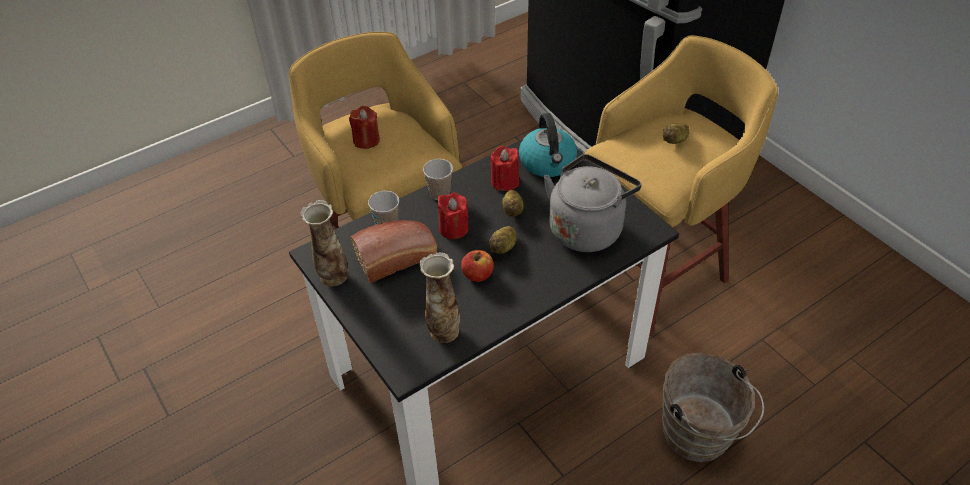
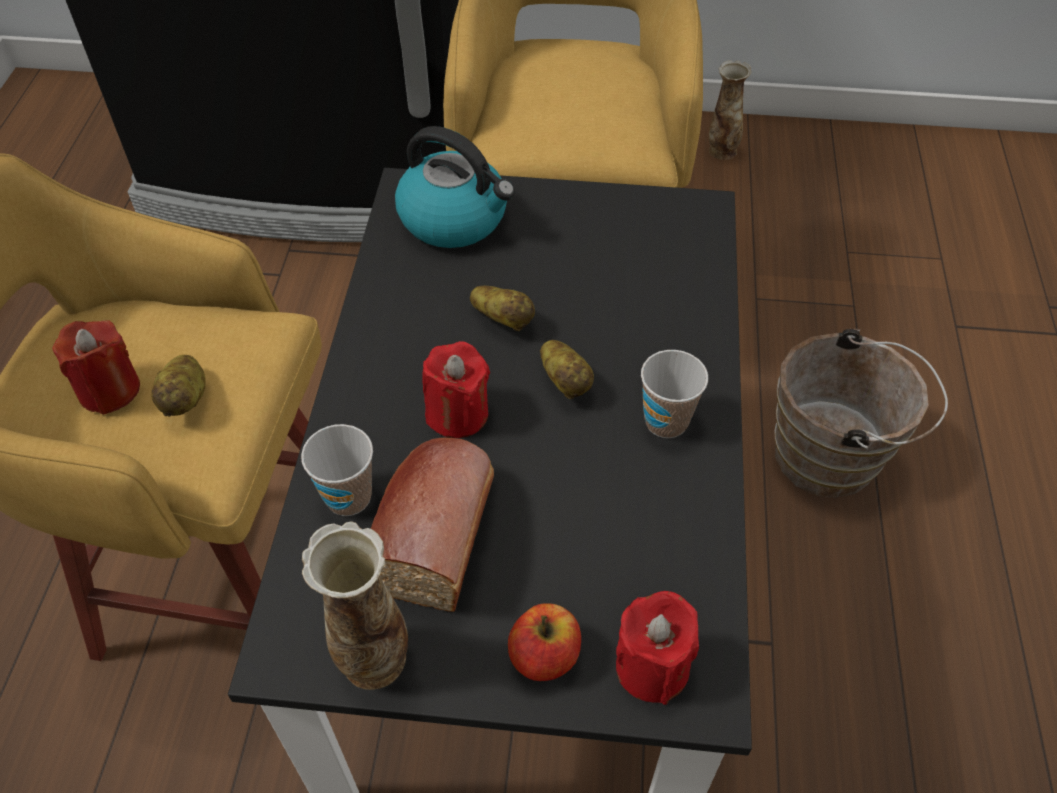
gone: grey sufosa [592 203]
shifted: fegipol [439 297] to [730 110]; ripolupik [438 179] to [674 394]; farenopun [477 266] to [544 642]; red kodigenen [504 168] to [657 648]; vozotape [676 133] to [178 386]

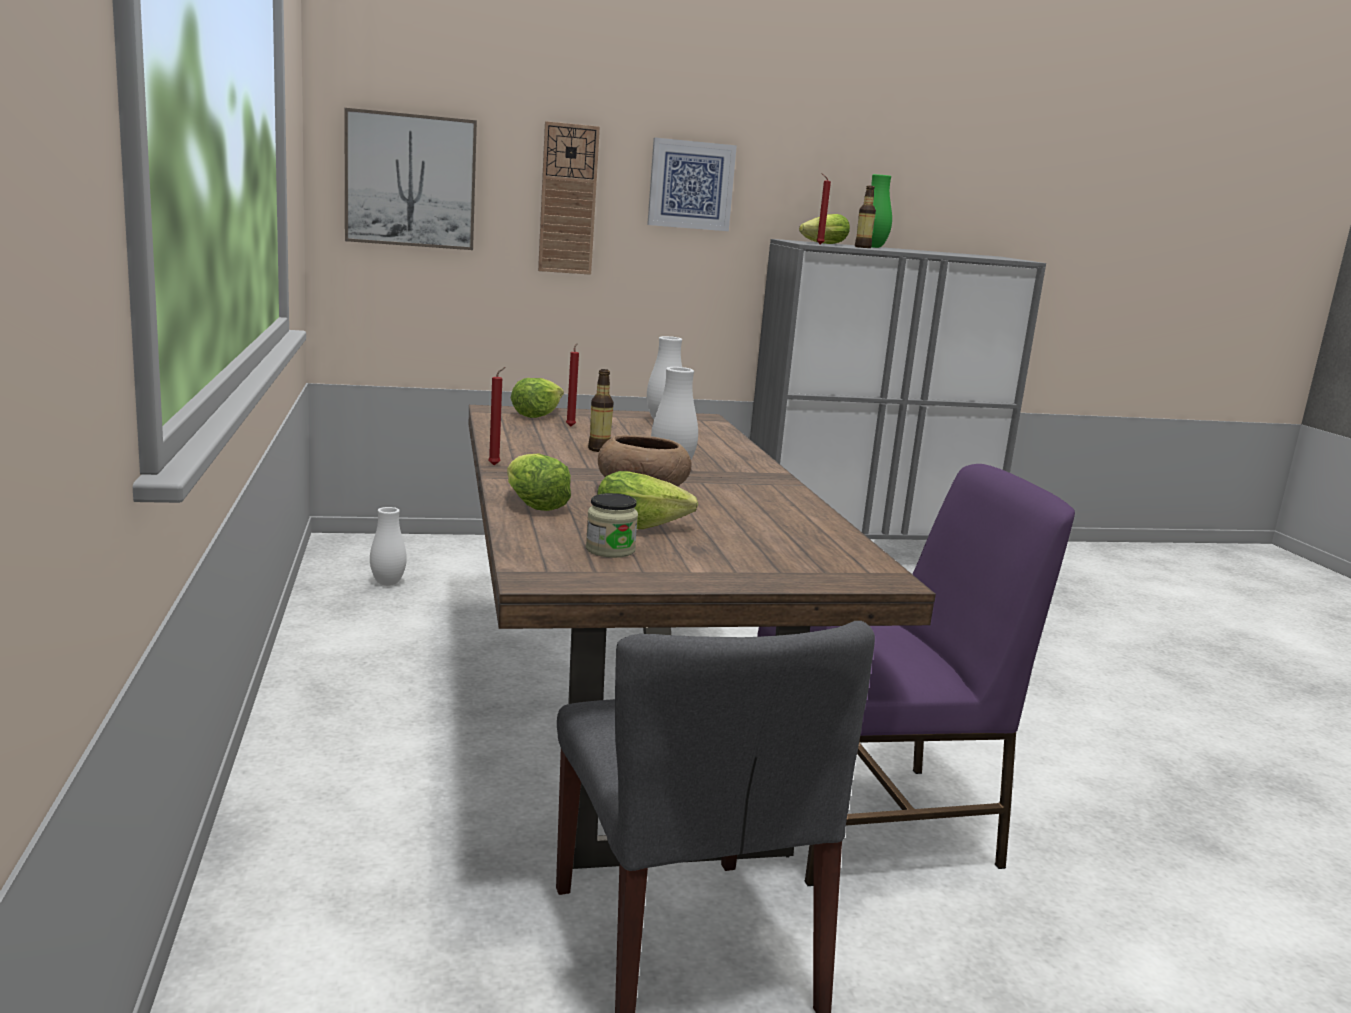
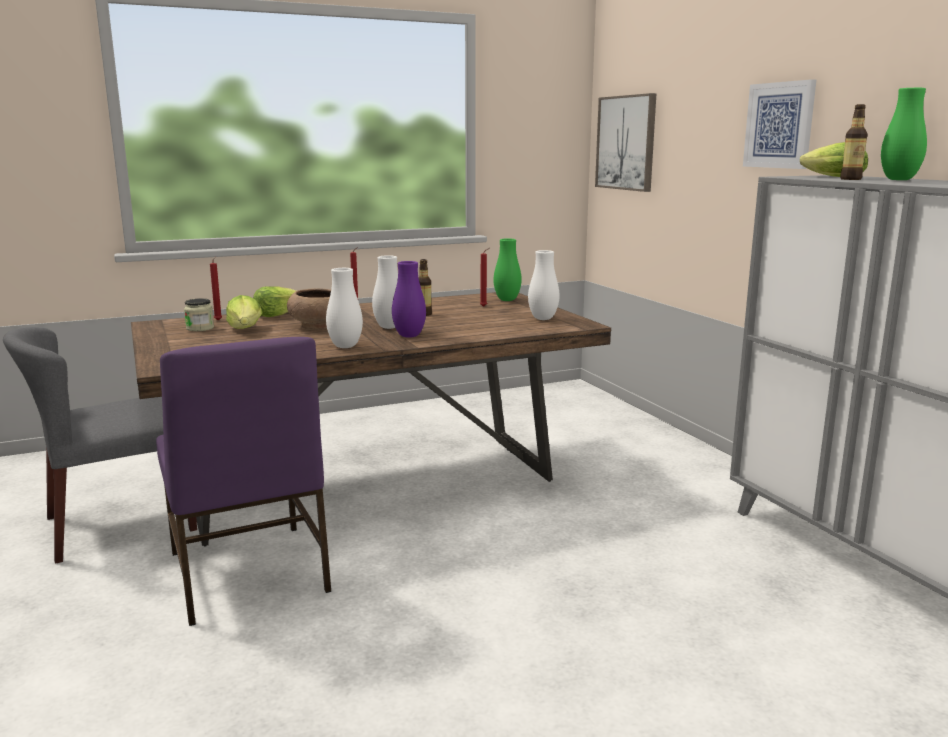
gone: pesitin [569 198]
new: purple fegipol [409 299]
shifted: white fegipol [388 546] to [344 308]; red kodigenen [823 208] to [216 288]
swapped: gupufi [537 398] to green fegipol [508 269]

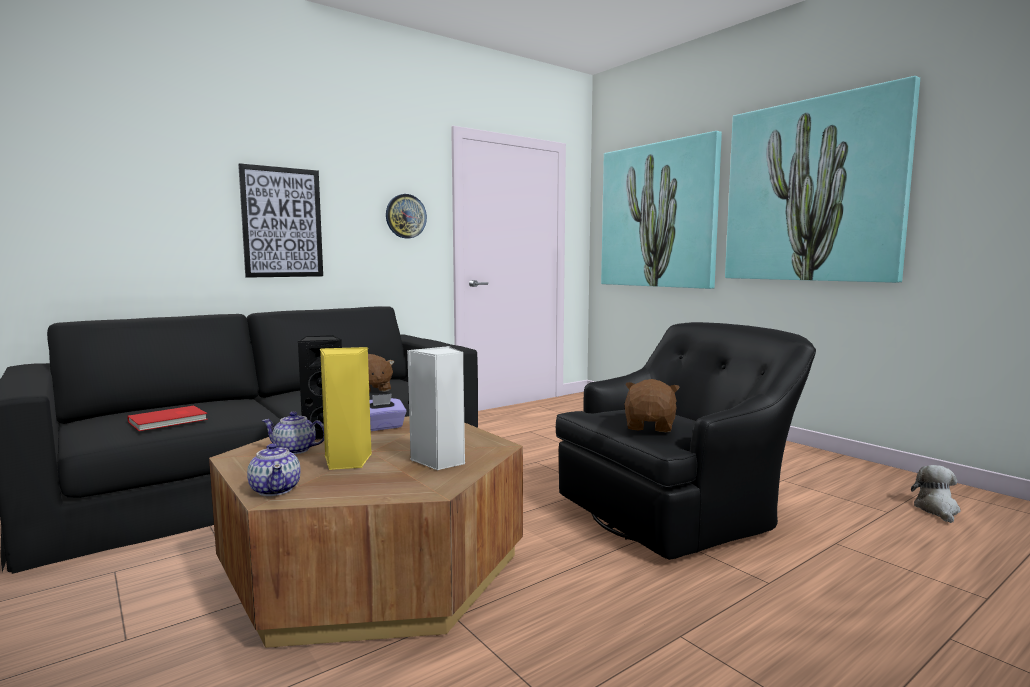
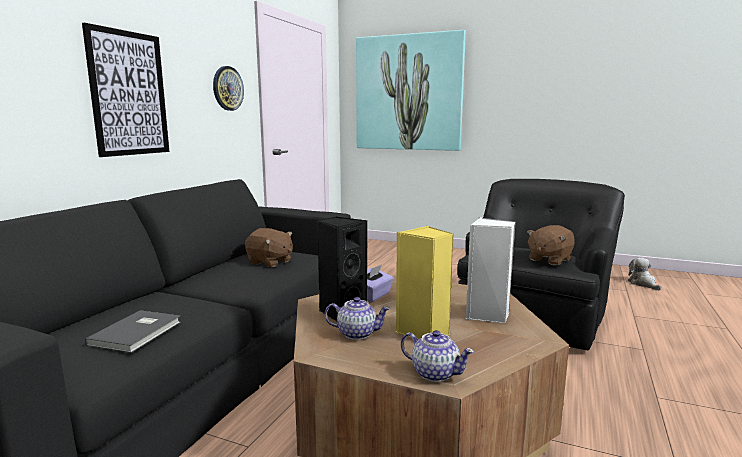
gone: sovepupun [822 179]
repainted: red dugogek [168 418] to grey dugogek [133 331]
rotated: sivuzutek [293 433] = [357 318] 150 degrees counterclockwise; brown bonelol [652 405] = [551 245] 120 degrees counterclockwise

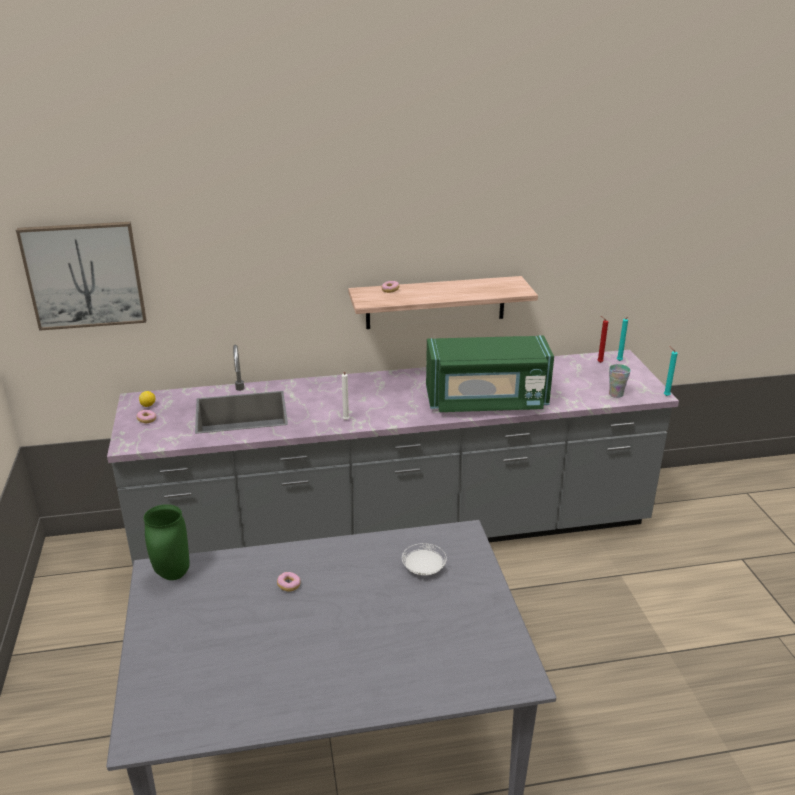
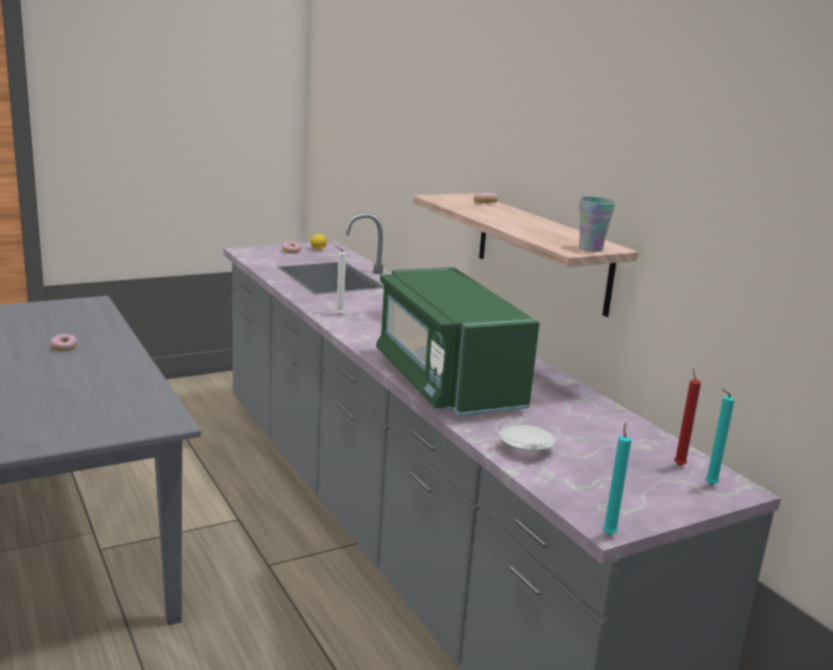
gone: sovepupun [81 276]; green fegipol [167 542]
shifted: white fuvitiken [424 559] to [528 433]; ripolupik [620 381] to [597 224]

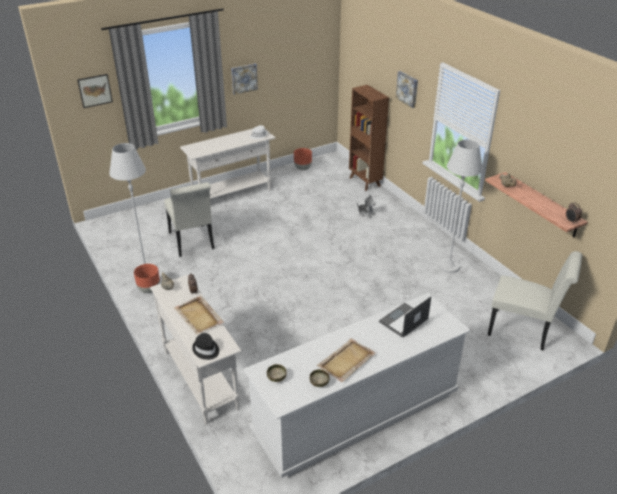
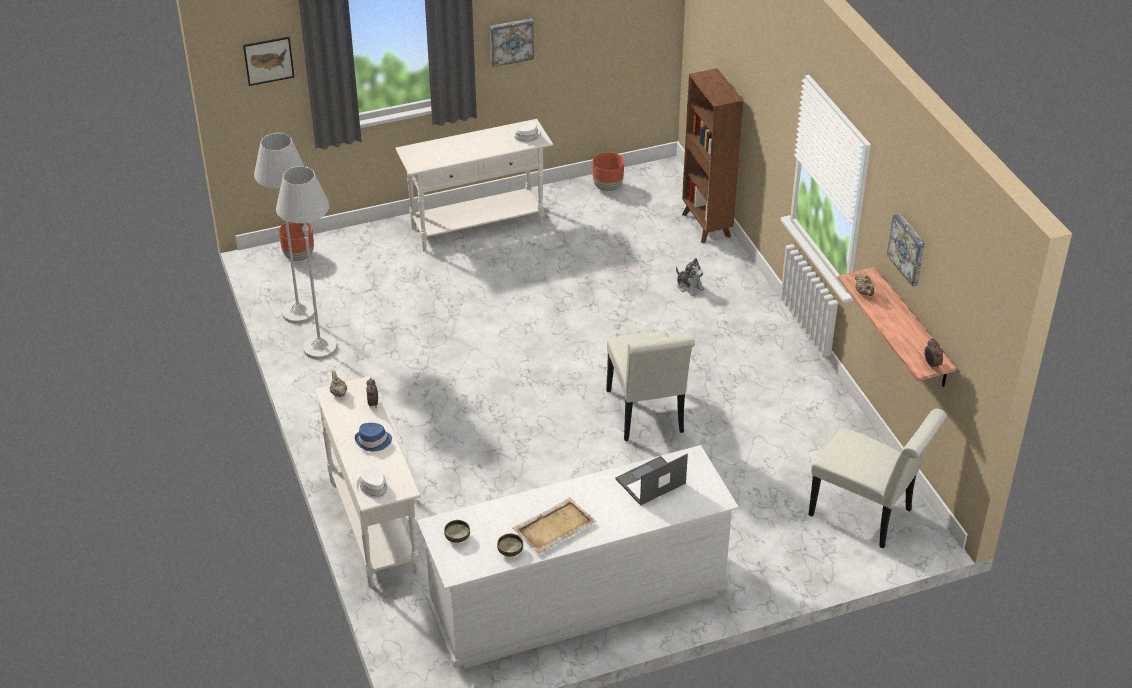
shifted: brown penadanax [147 278] to [296 241]; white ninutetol [189 219] to [650 386]; sovepupun [407 89] to [906 249]; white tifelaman [460 206] to [284 228]
swapped: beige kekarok [199 315] to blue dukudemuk [373 437]
repainted: black dukudemuk [205 346] to white dukudemuk [374 484]

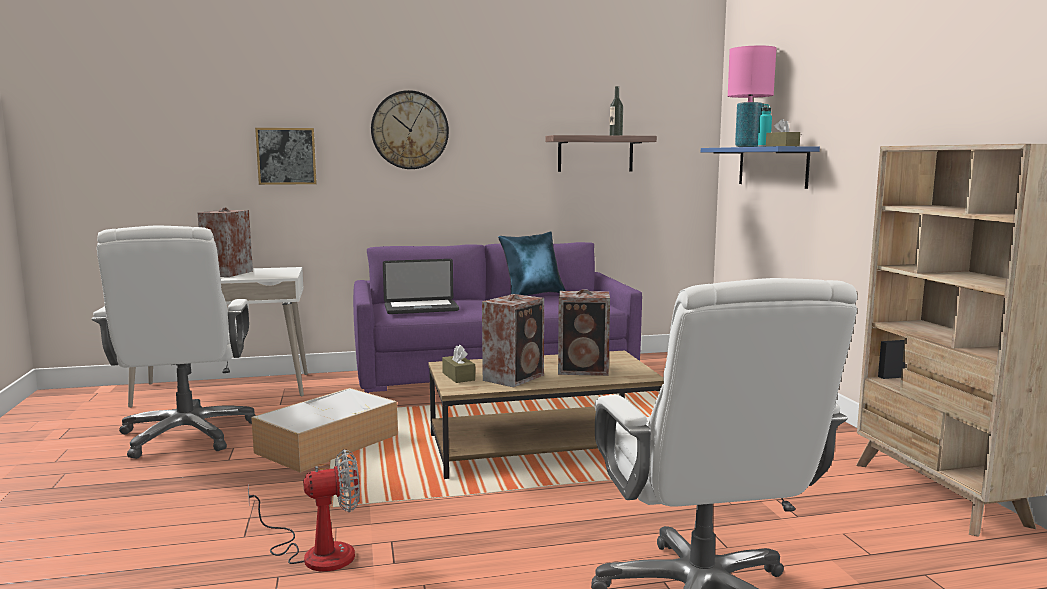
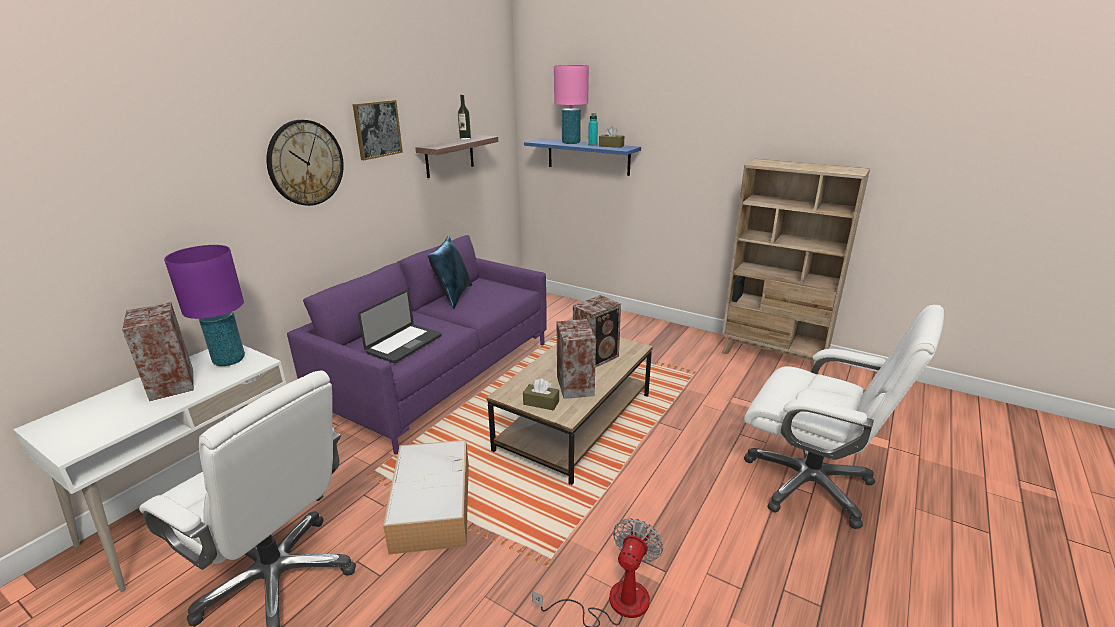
new: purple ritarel [204 305]
shifted: sovepupun [286 156] to [378 130]

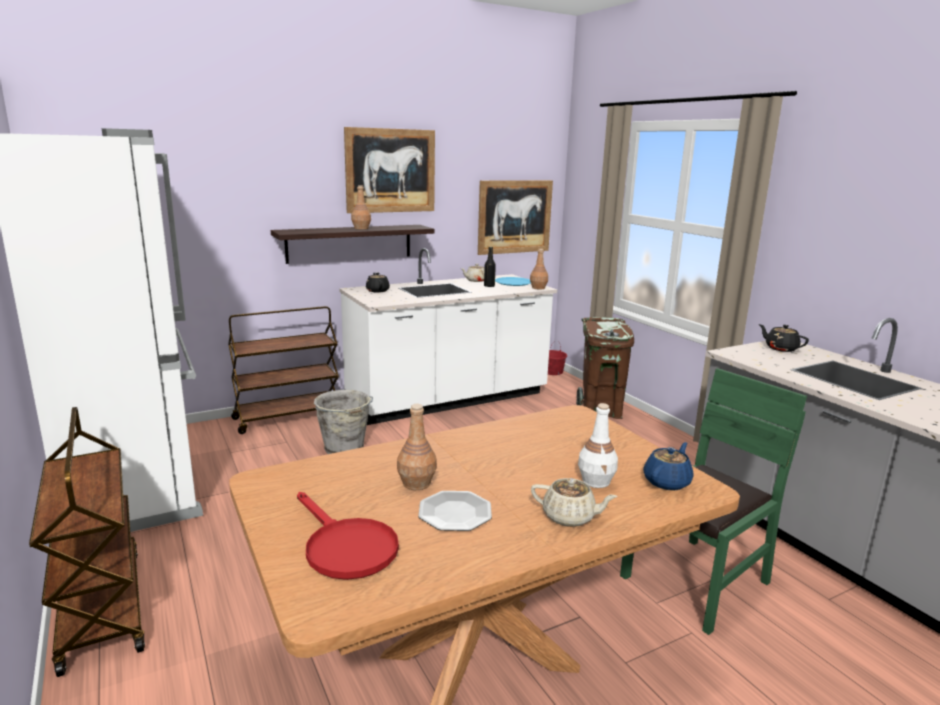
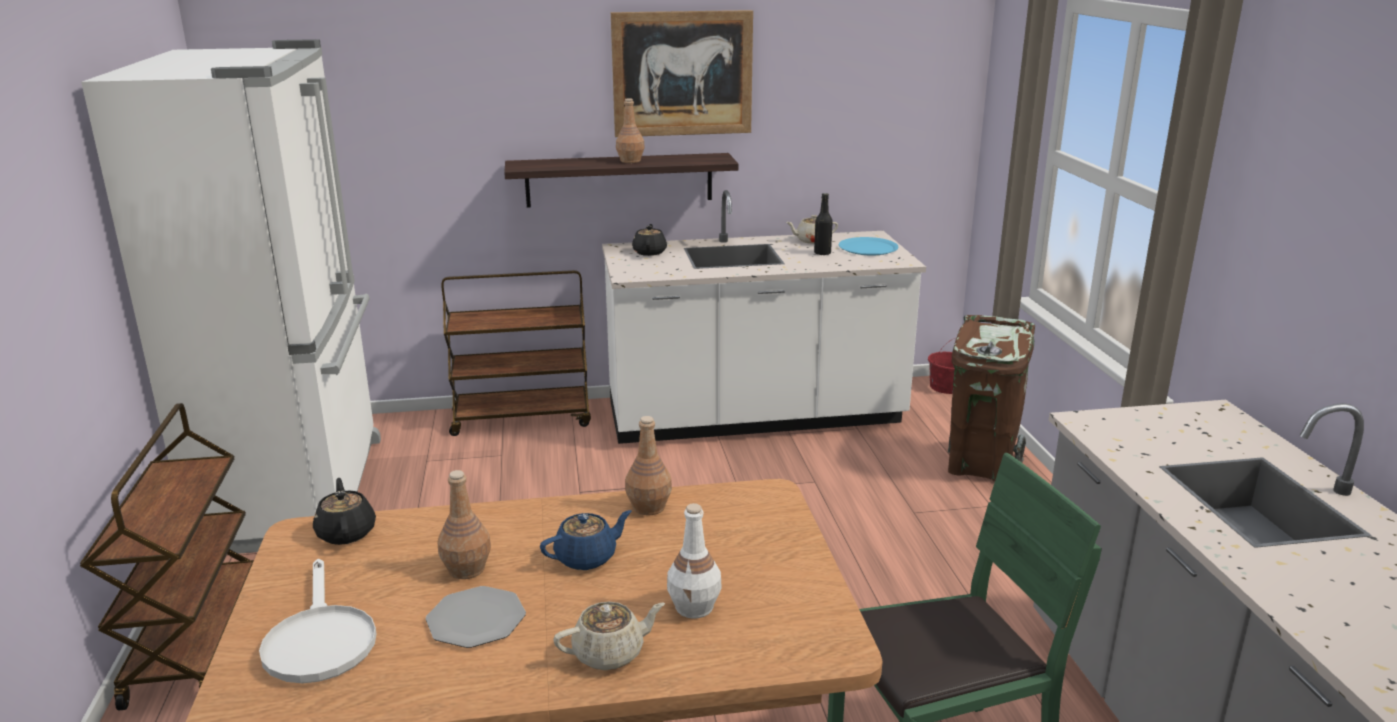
gone: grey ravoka [343 422]; sovepupun [515 217]
shifted: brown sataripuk [539 269] to [648 465]; blue sivuzutek [668 466] to [586 540]; black sivuzutek [784 338] to [344 511]
repainted: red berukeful [348 536] to white berukeful [318 621]
rotated: beige sivuzutek [574 502] = [609 636] 60 degrees counterclockwise

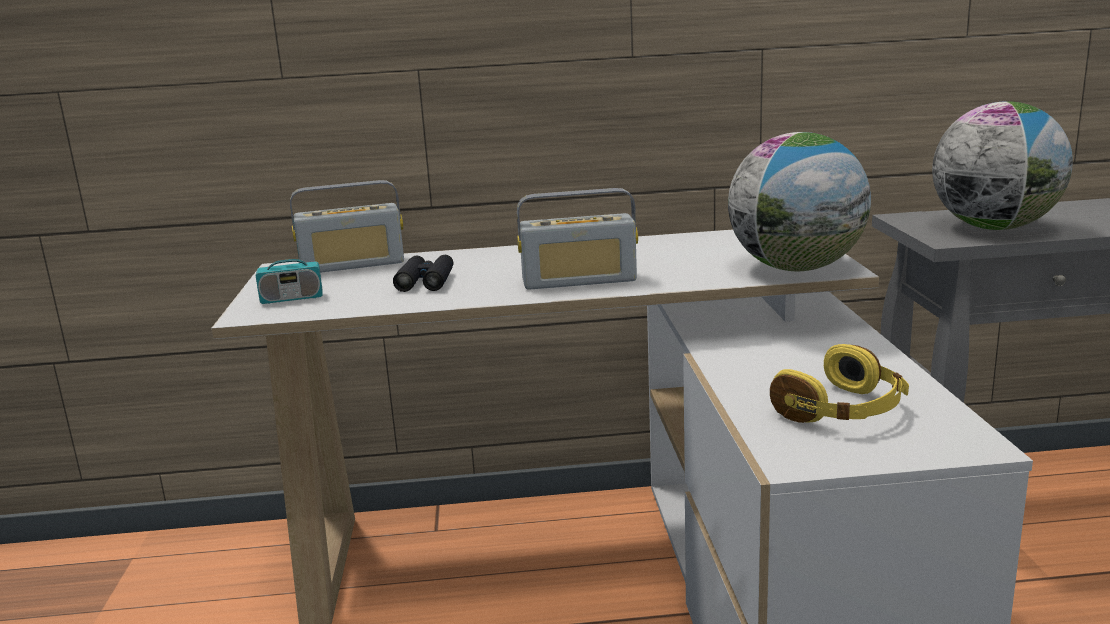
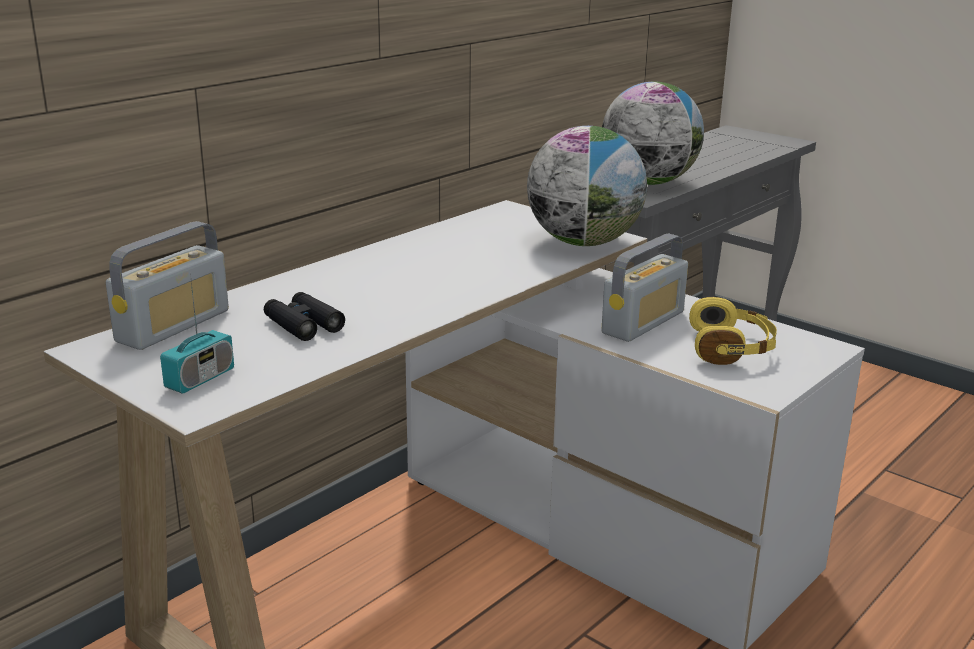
shifted: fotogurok [577 239] to [644 287]

